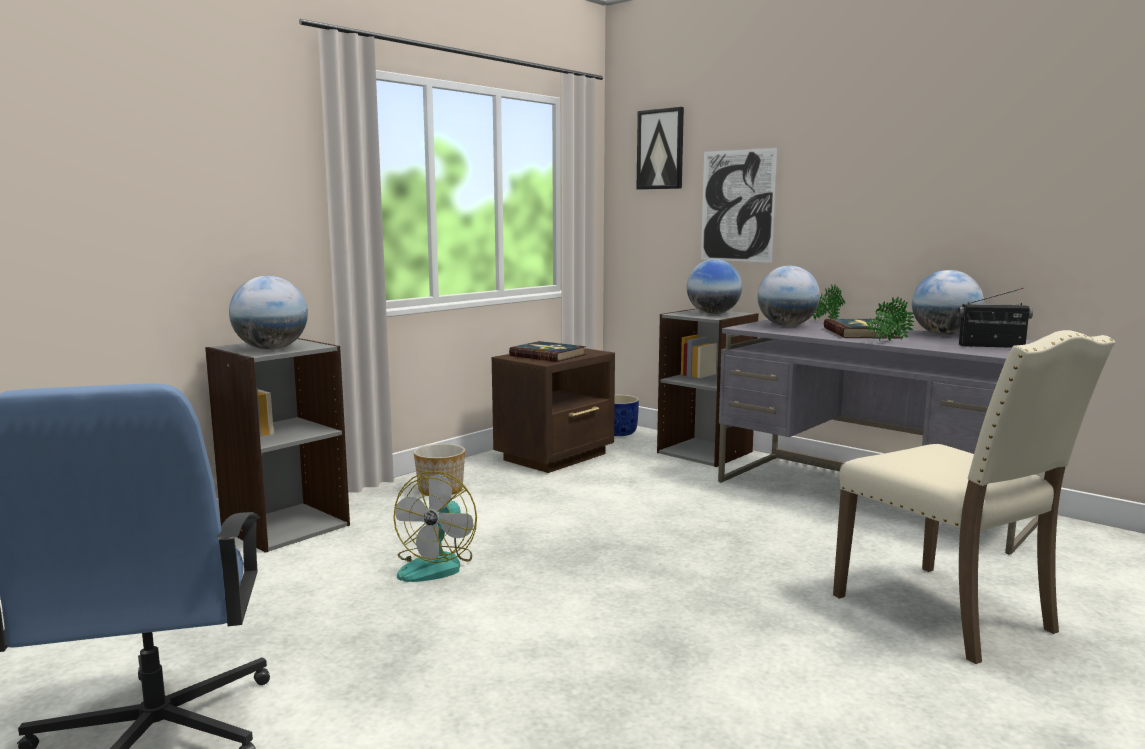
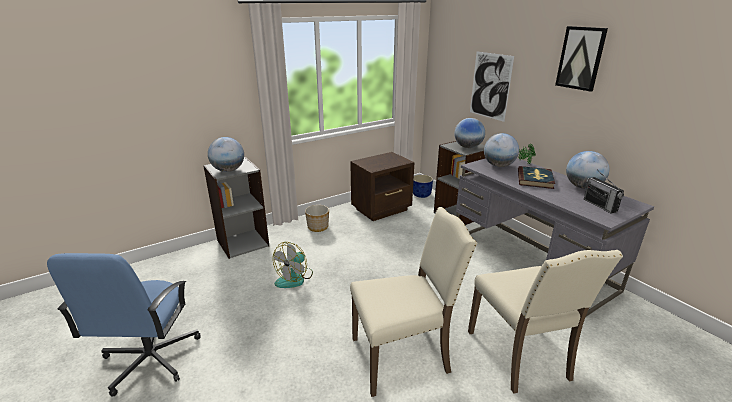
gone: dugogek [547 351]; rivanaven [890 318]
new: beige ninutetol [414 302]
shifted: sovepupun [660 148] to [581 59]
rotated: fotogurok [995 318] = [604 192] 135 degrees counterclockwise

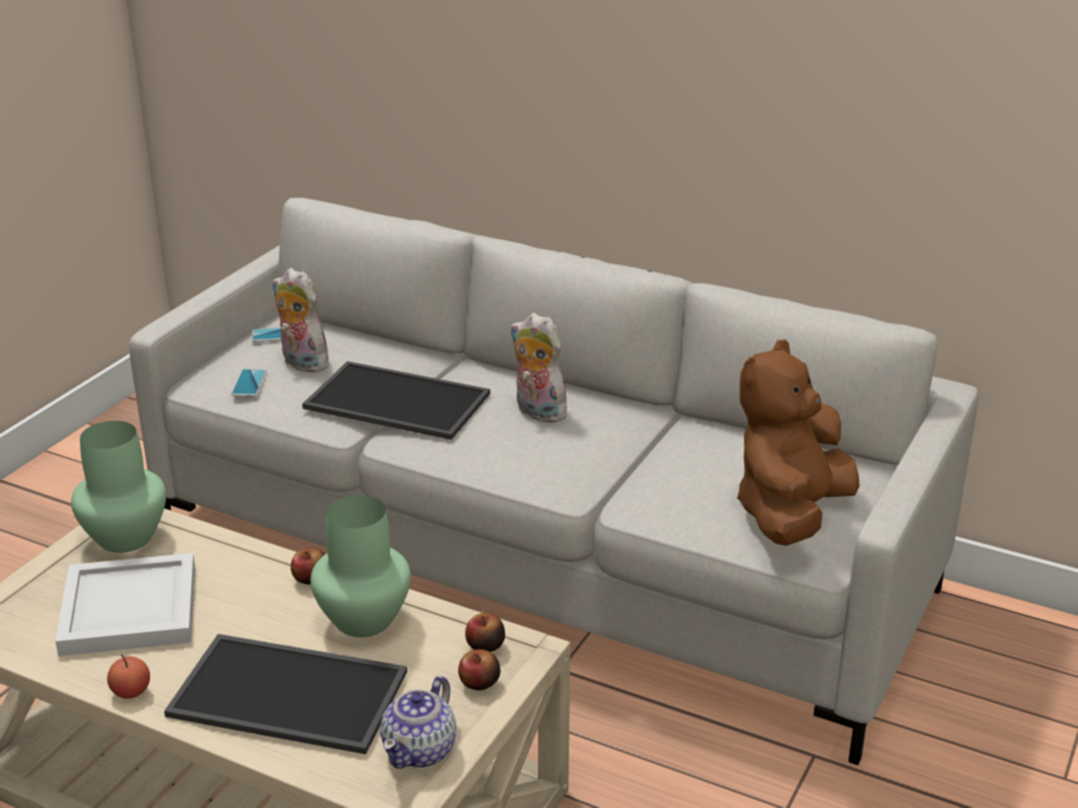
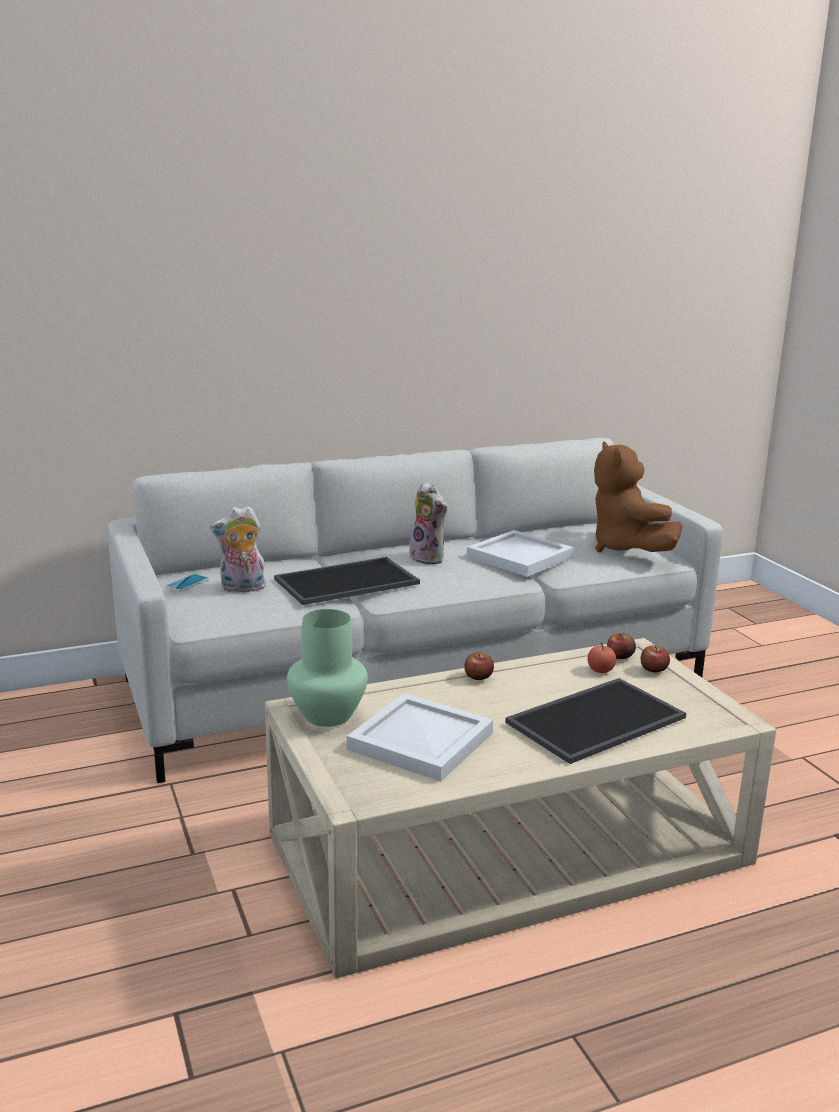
gone: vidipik [249 383]; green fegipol [360 566]; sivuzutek [418 722]
new: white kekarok [520 553]
shifted: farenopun [128 676] to [602 657]
rotated: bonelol [539 368] = [428 523] 120 degrees counterclockwise

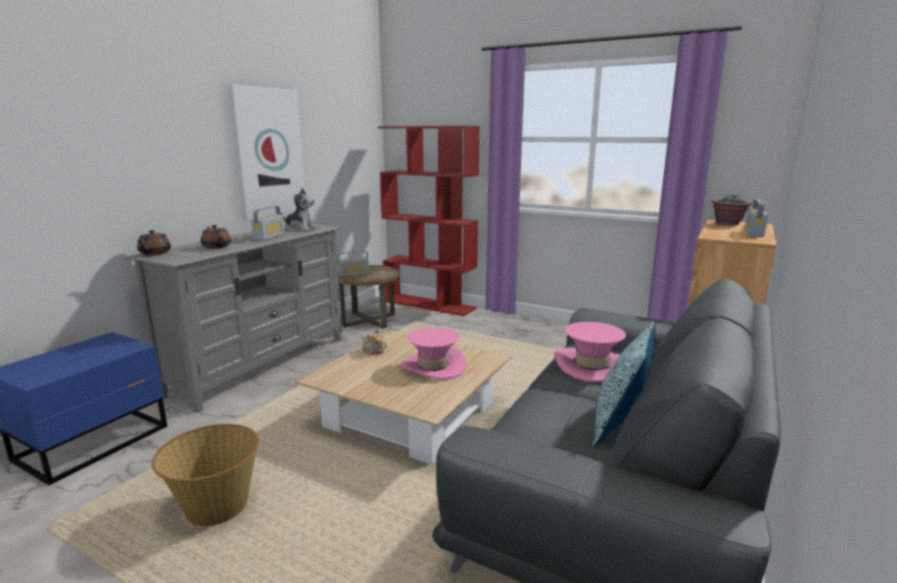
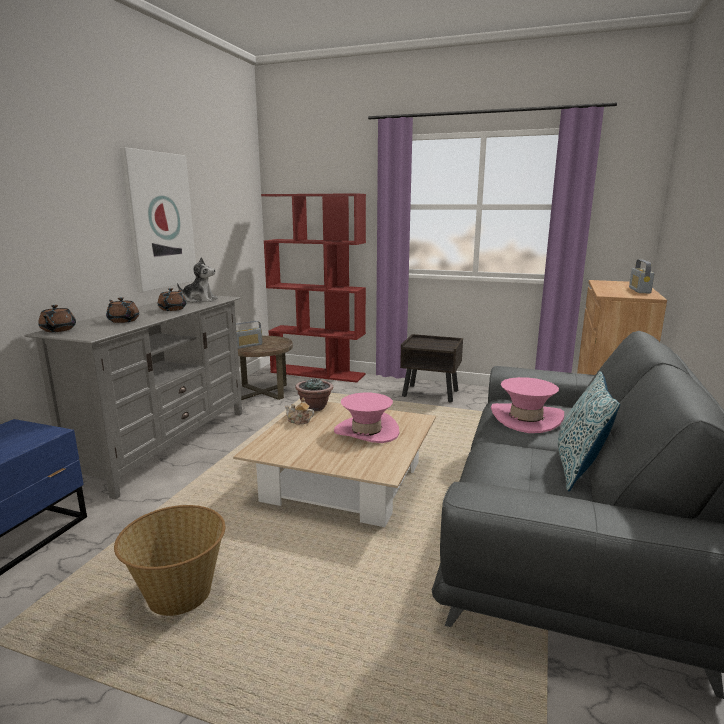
new: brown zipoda [431 368]
shifted: rivanaven [731 210] to [314 394]
swapped: fotogurok [267 223] to brown sivuzutek [172 299]

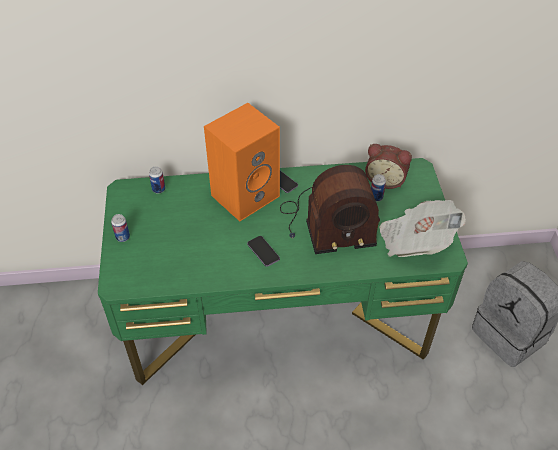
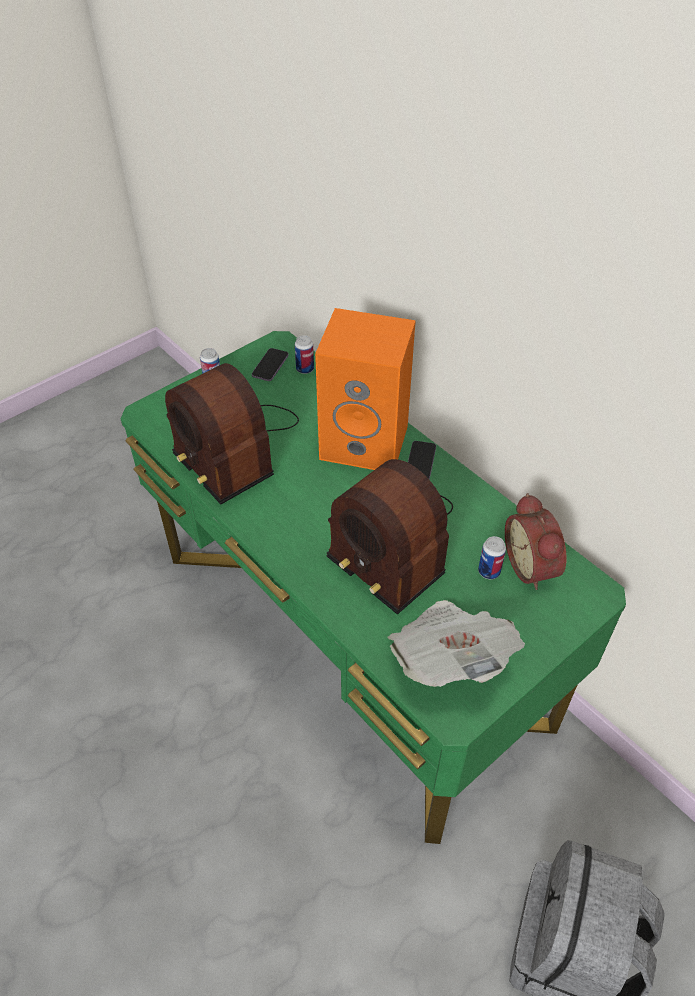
new: fotogurok [232 433]
shifted: vidipik [263 251] to [270 364]

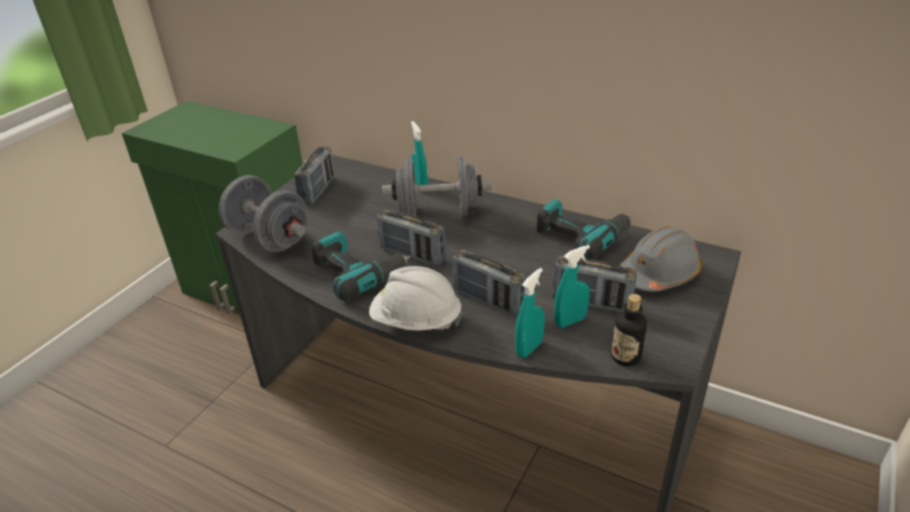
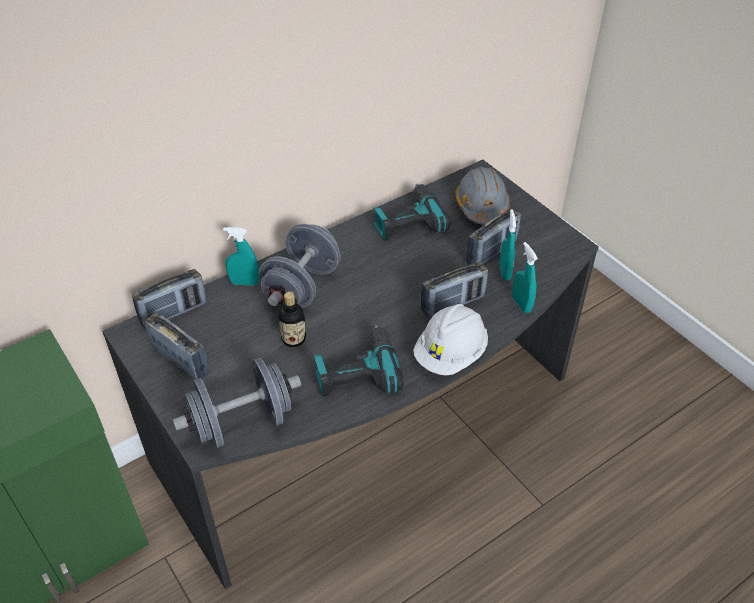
shifted: fotogurok [411 238] to [169 299]; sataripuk [629 330] to [292 319]

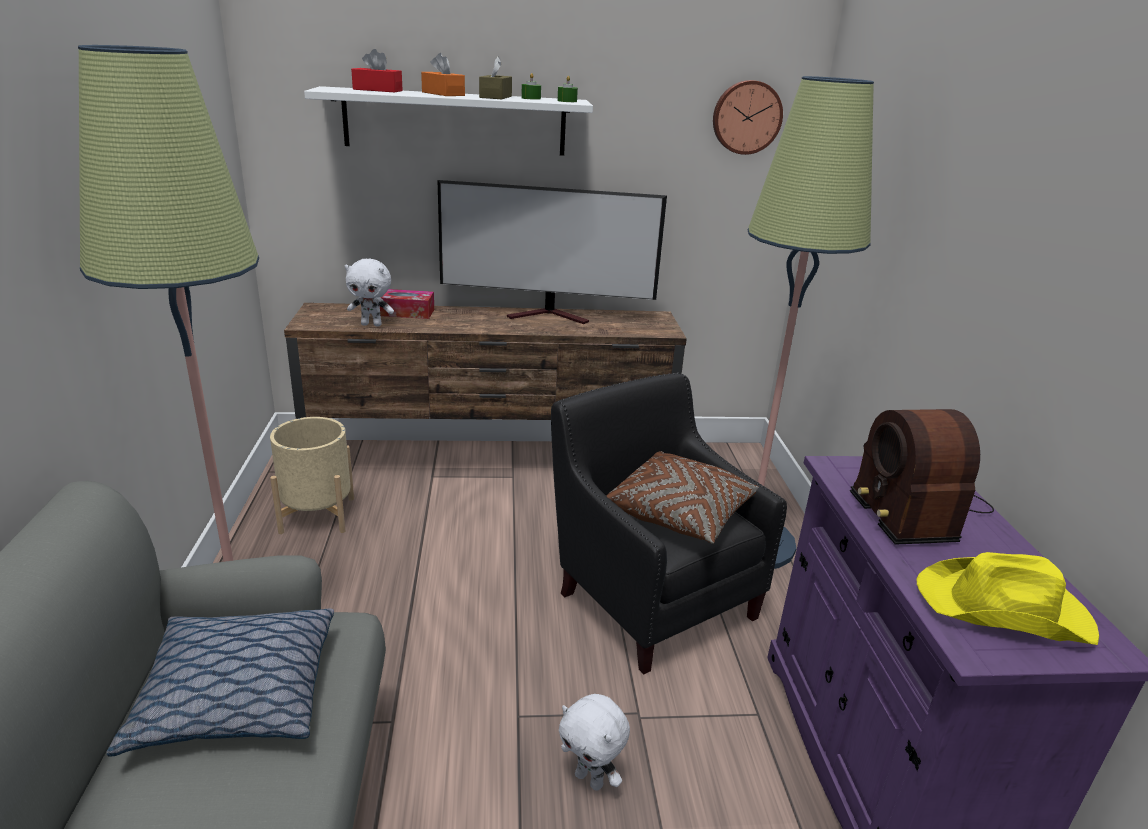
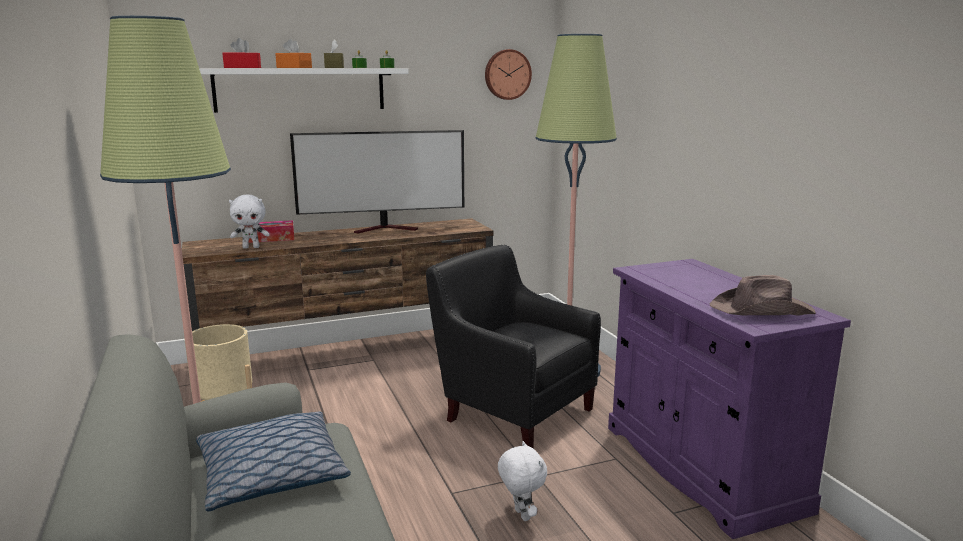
gone: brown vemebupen [682 497]; fotogurok [922 477]
repainted: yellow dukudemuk [1008 598] to brown dukudemuk [763 295]
rotated: white bonelol [594 742] = [522 481] 135 degrees counterclockwise

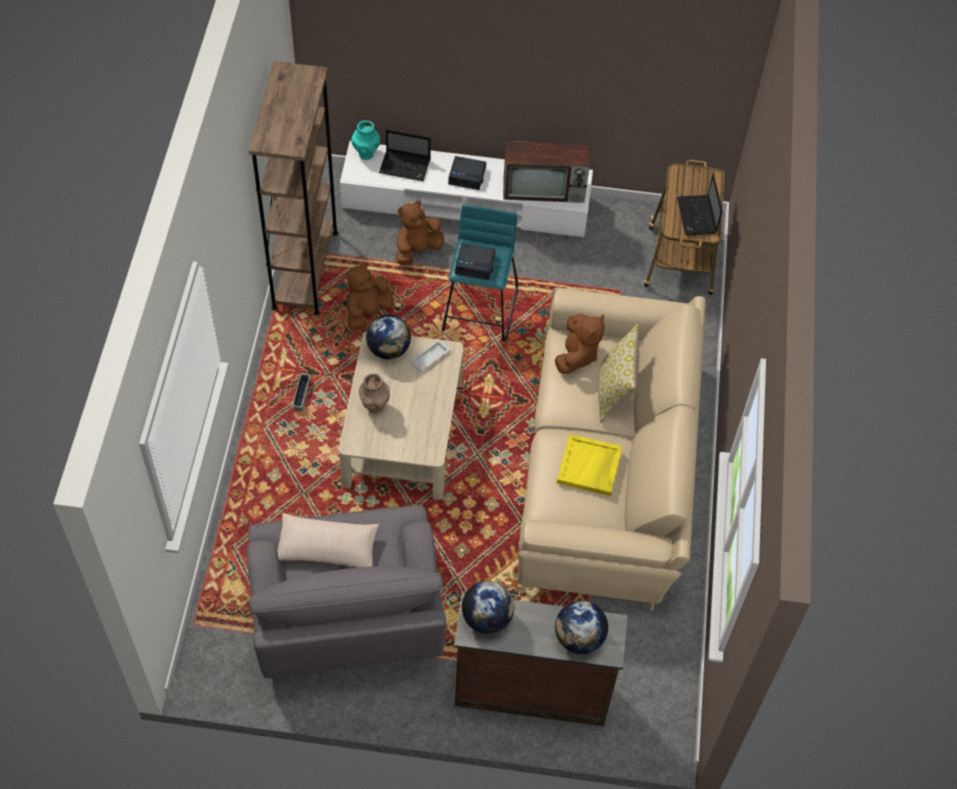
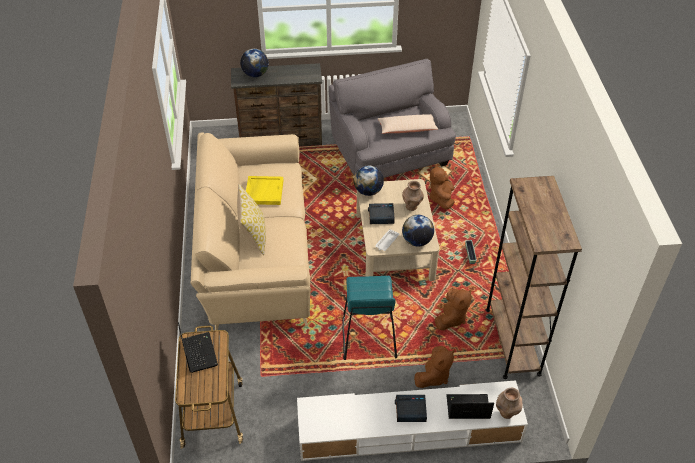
gone: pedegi [546 172]
shifted: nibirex [475 261] to [381 213]; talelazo [488 607] to [369 181]; brown bonelol [580 344] to [441 187]
repainted: turquoise fegipol [365 140] to brown fegipol [509 403]

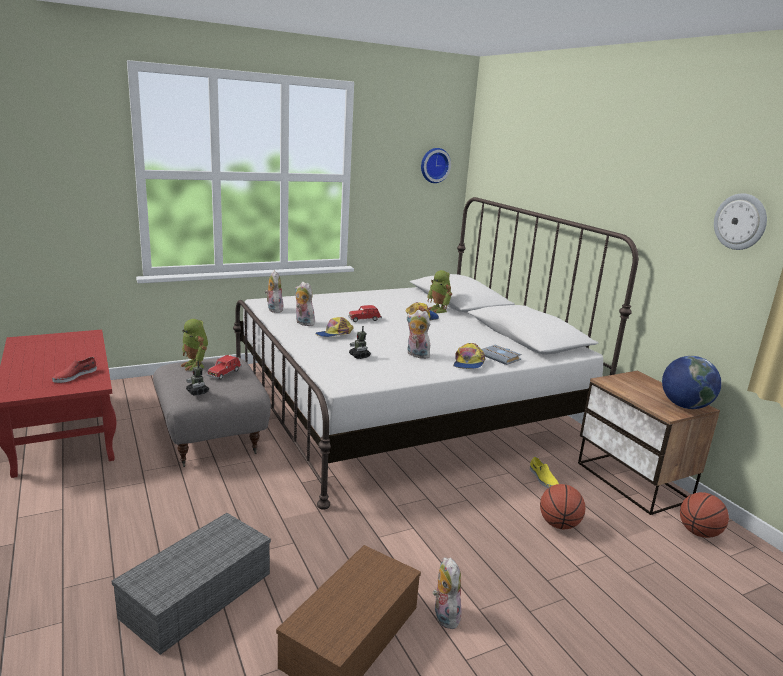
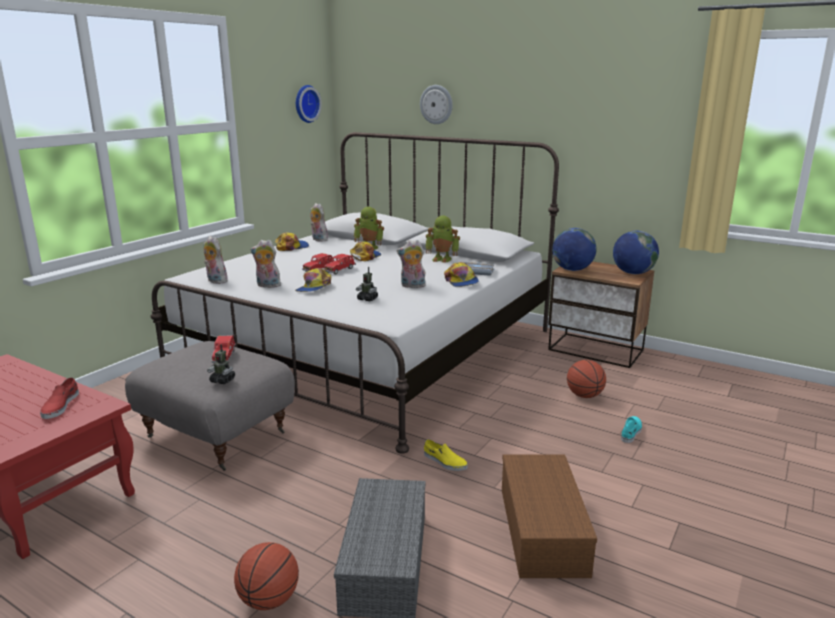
new: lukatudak [292 242]; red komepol [339 264]; talelazo [574 249]; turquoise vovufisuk [631 429]
shifted: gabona [194 345] to [442 239]; bonelol [447 593] to [319 222]; yellow vovufisuk [544 472] to [446 455]; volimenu [704 515] to [266 576]; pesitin [740 221] to [436 104]

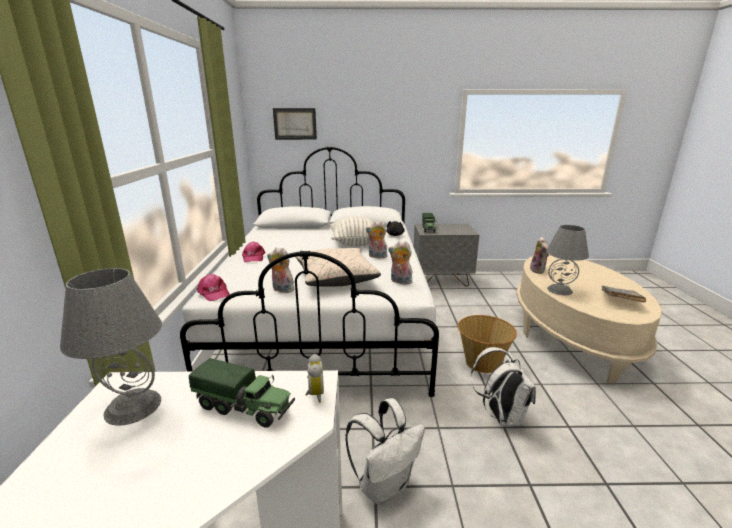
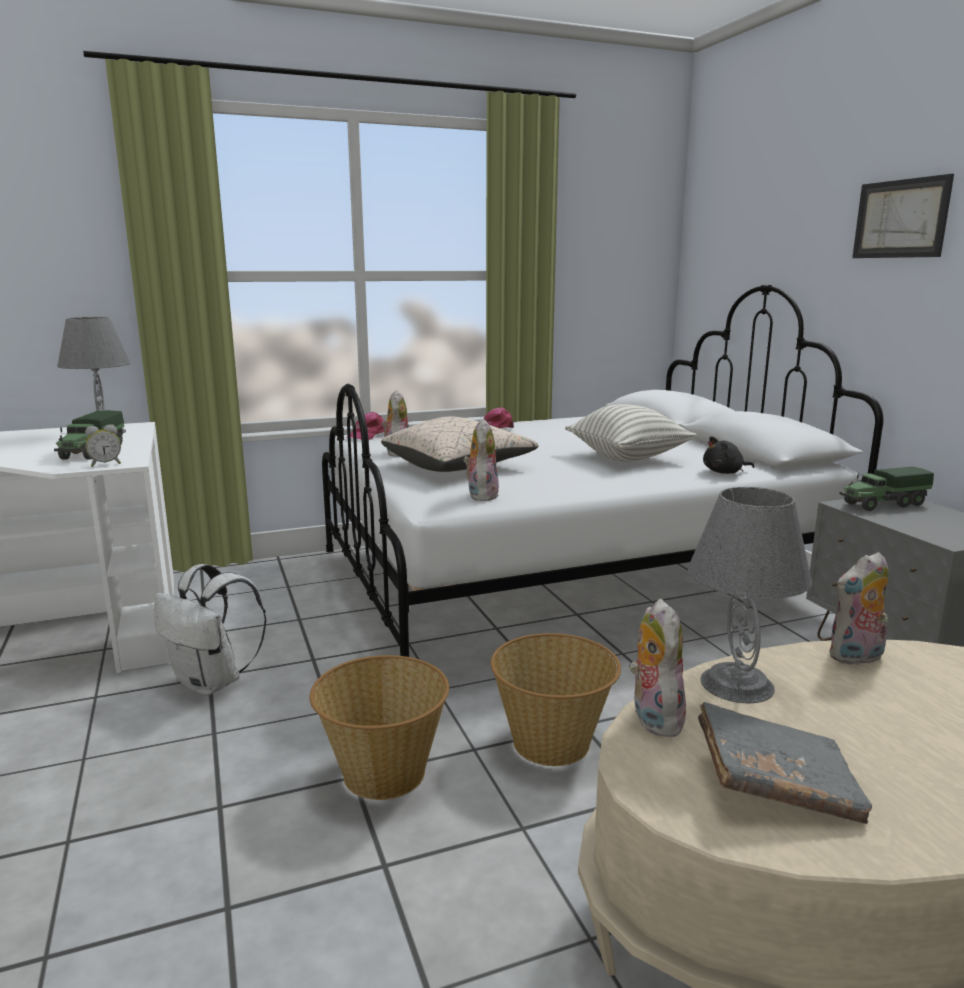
shifted: sovepupun [295 124] to [903 216]; bonelol [376 239] to [657 668]
swapped: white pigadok [503 387] to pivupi [379 727]

